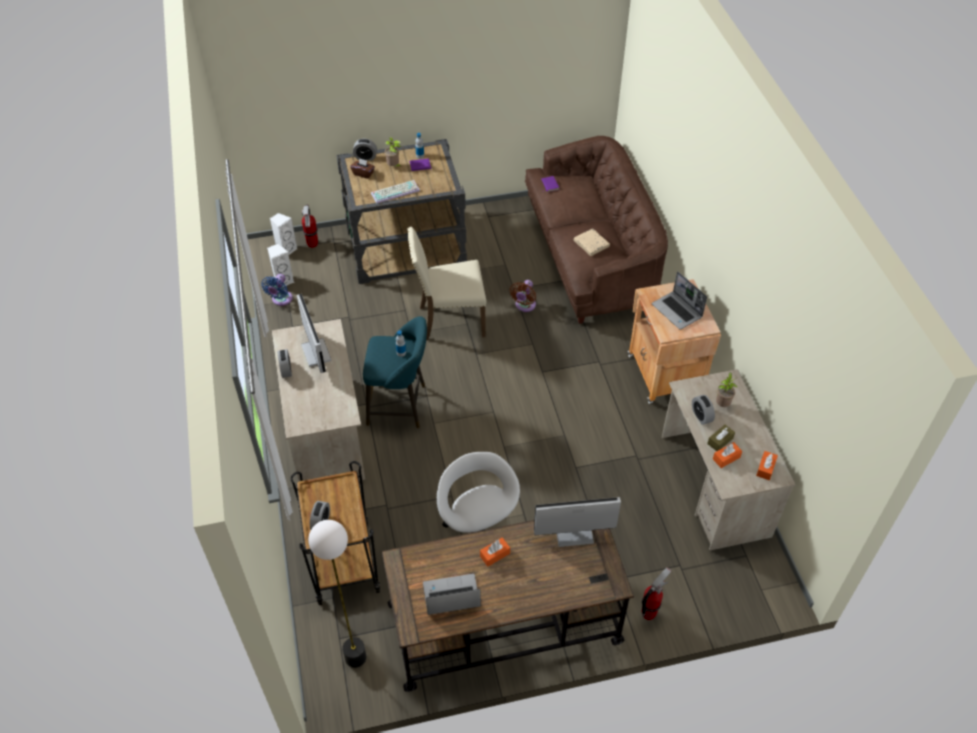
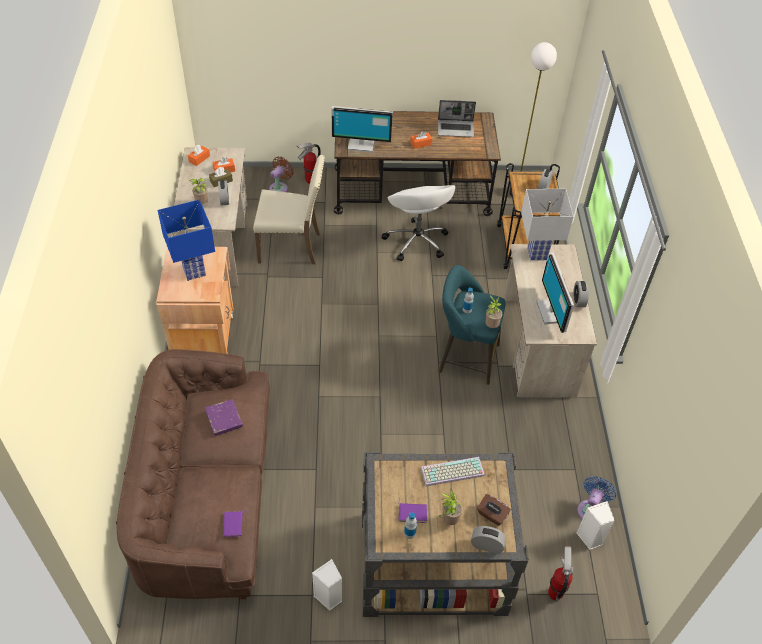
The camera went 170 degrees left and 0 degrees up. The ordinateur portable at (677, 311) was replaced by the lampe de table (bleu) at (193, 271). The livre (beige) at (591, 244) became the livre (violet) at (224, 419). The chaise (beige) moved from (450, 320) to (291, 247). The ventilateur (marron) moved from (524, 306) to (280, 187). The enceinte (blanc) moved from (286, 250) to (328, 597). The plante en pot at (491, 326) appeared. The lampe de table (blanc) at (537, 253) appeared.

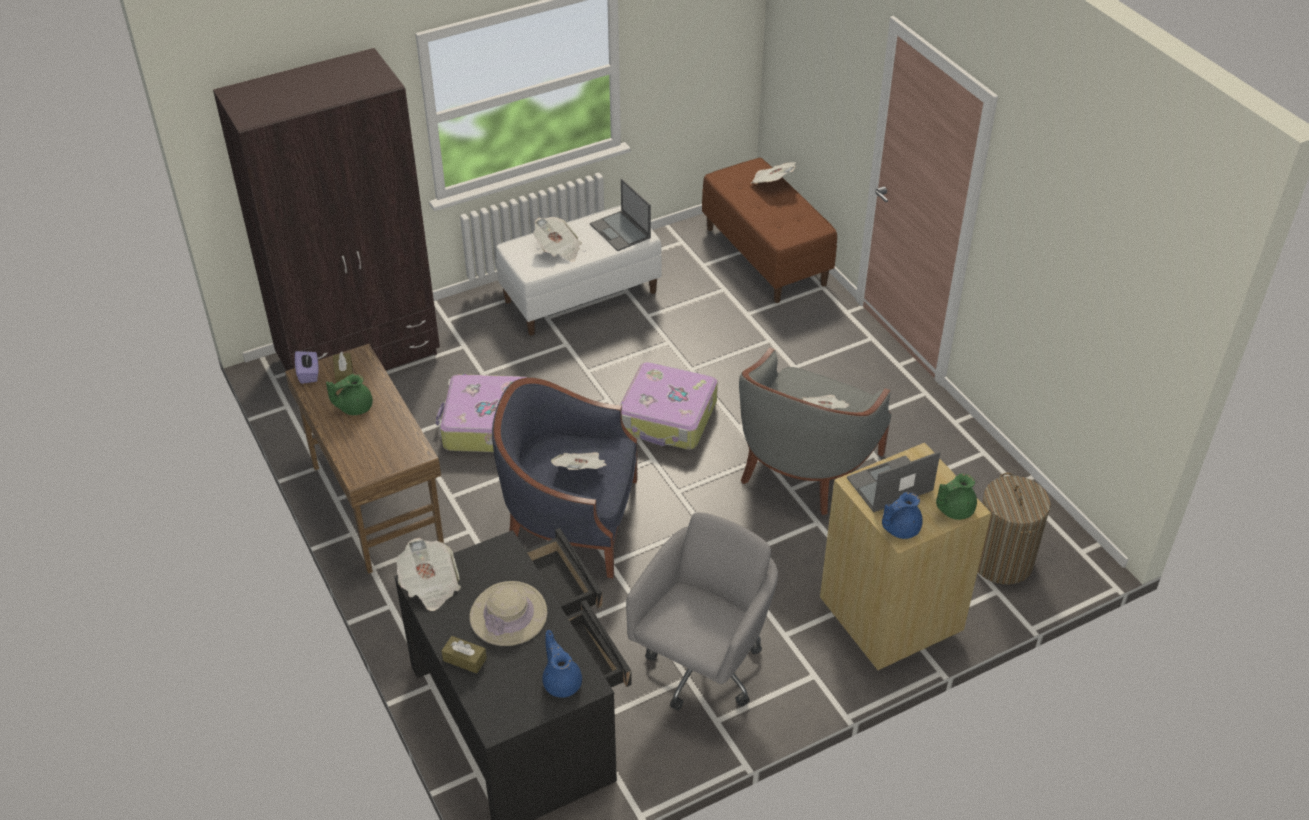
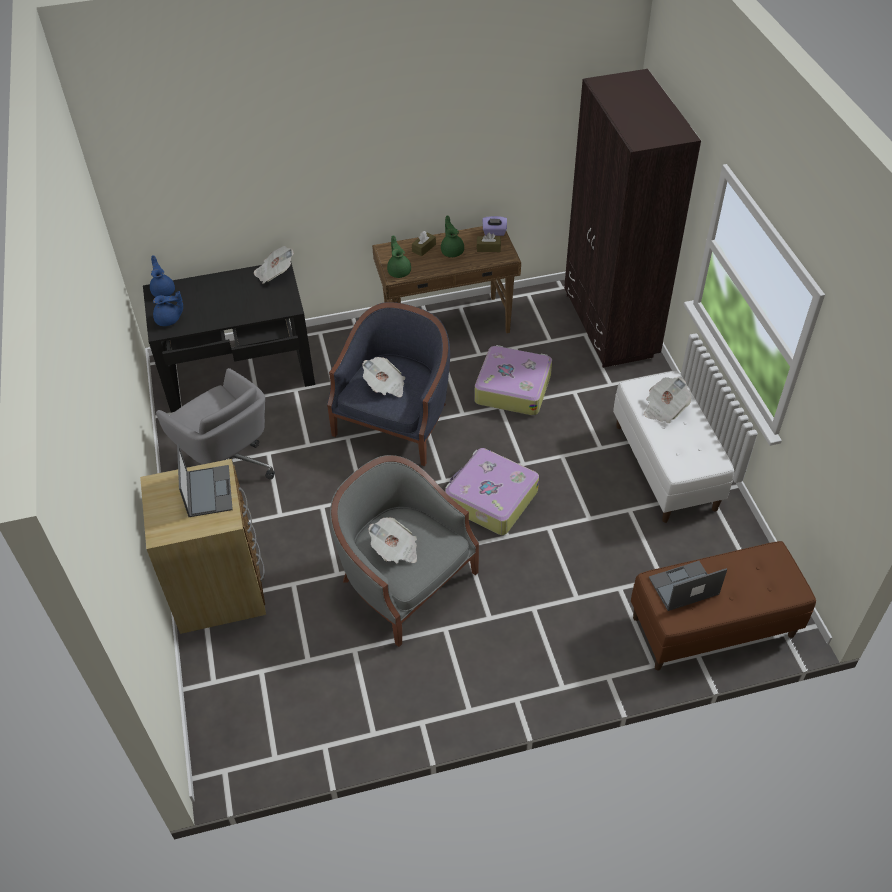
The camera went 105 degrees right and 5 degrees up. The théière (bleu) moved from (899, 528) to (163, 291). The théière (vert) moved from (954, 509) to (399, 271). The boîte à mouchoirs (marron) moved from (464, 659) to (424, 248). The ordinateur portable moved from (620, 231) to (683, 586). The chapeau (beige) at (508, 615) disappeared. The journal at (772, 183) disappeared. The panier à linge at (1001, 561) disappeared.

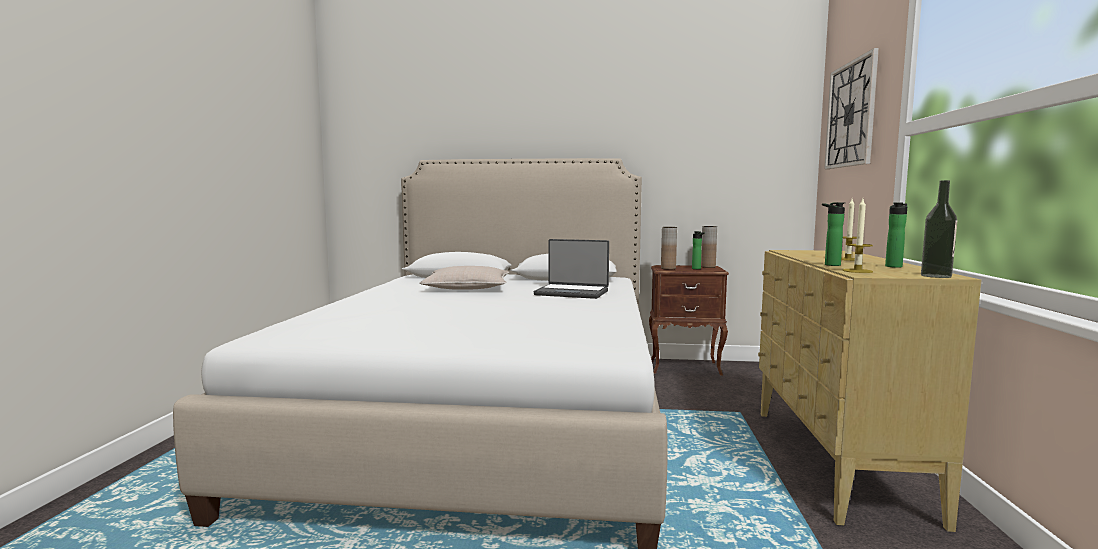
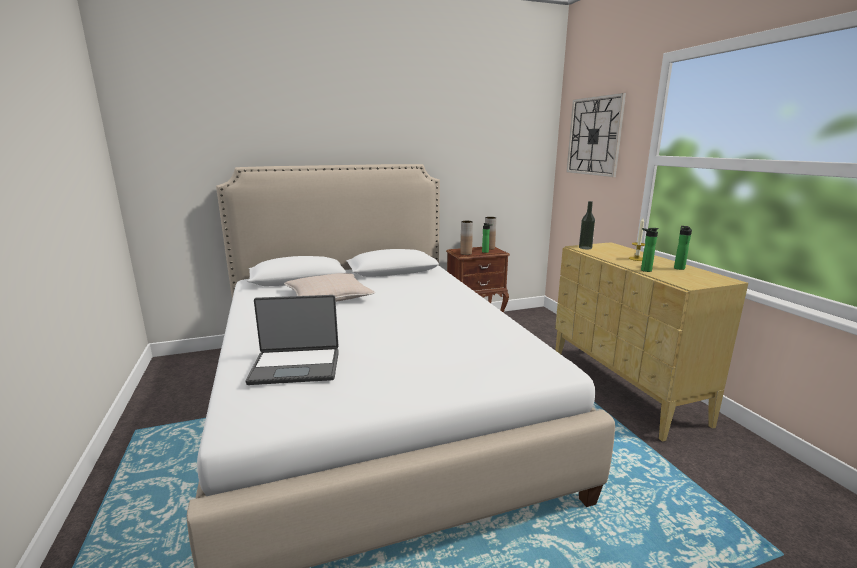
The camera went 25 degrees left and 10 degrees up. The ordinateur portable moved from (572, 293) to (296, 366). The bouteille moved from (936, 276) to (585, 248). The bougie at (857, 271) disappeared.

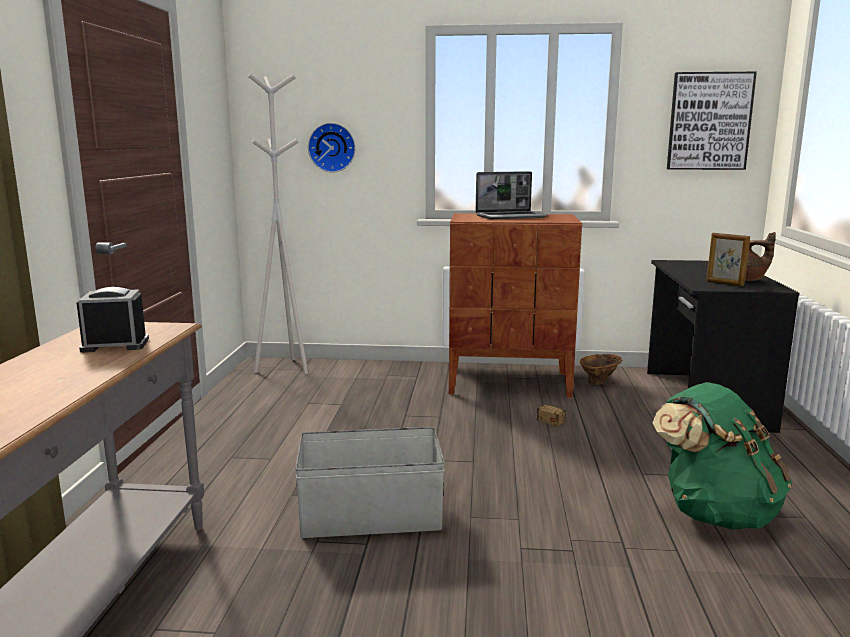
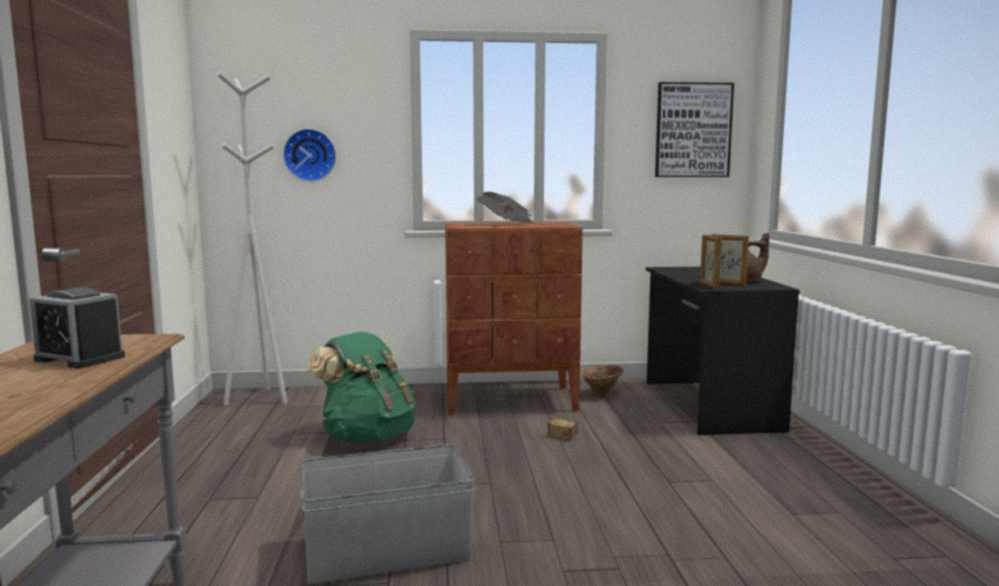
The camera went 10 degrees left and 5 degrees down. The réveil at (115, 345) turned 135 degrees counterclockwise. The sac à dos (vert) moved from (714, 513) to (367, 436). The ordinateur portable at (511, 217) was replaced by the journal at (507, 224). The cadre photo at (709, 286) appeared.

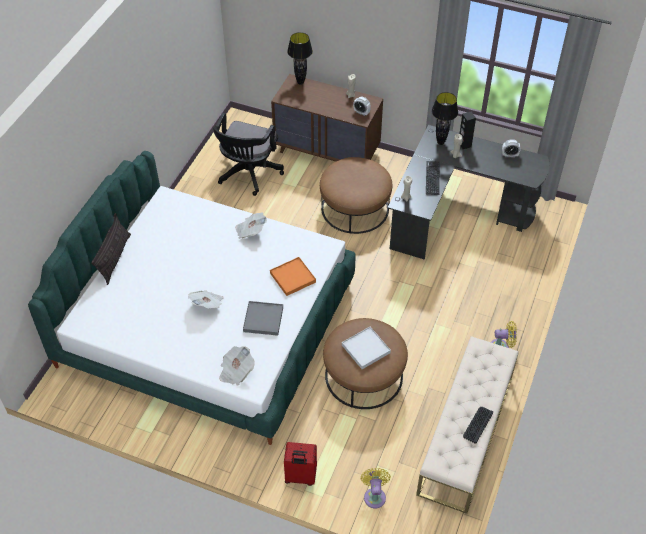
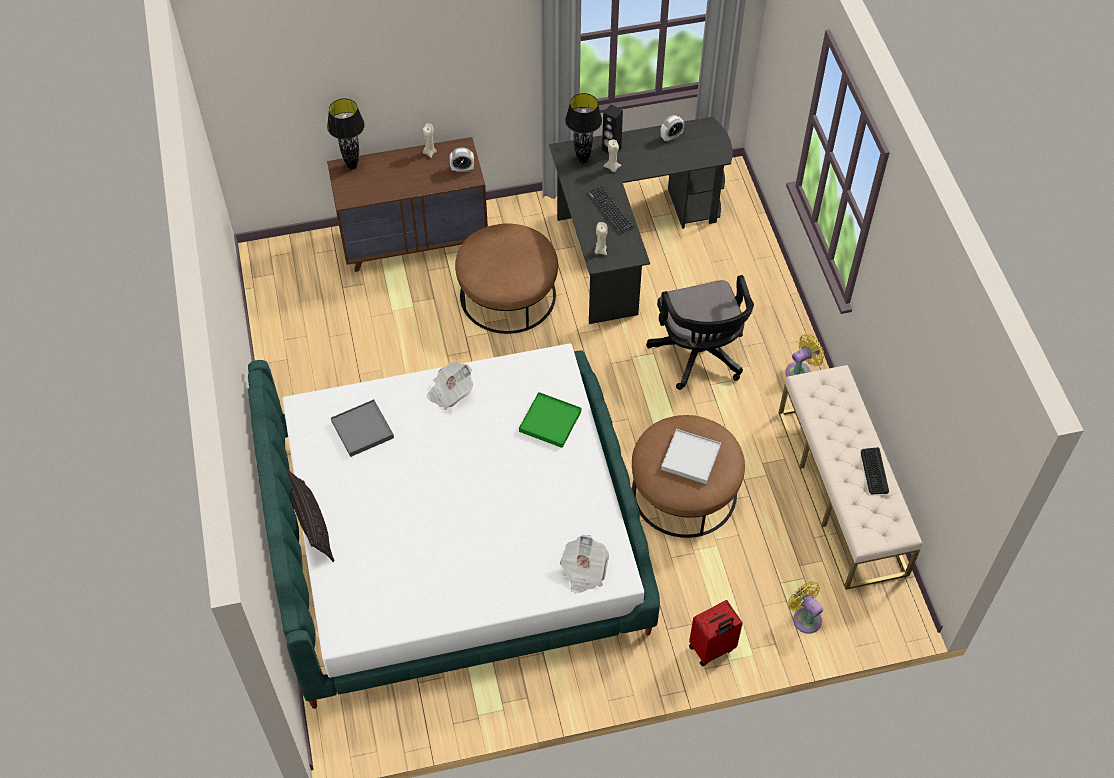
The camera went 35 degrees left and 5 degrees up. The plateau (gris) moved from (263, 319) to (362, 429). The plateau (orange) at (292, 277) became the plateau (vert) at (550, 421). The chaise de bureau (noir) moved from (248, 174) to (699, 356). The journal at (207, 304) disappeared.

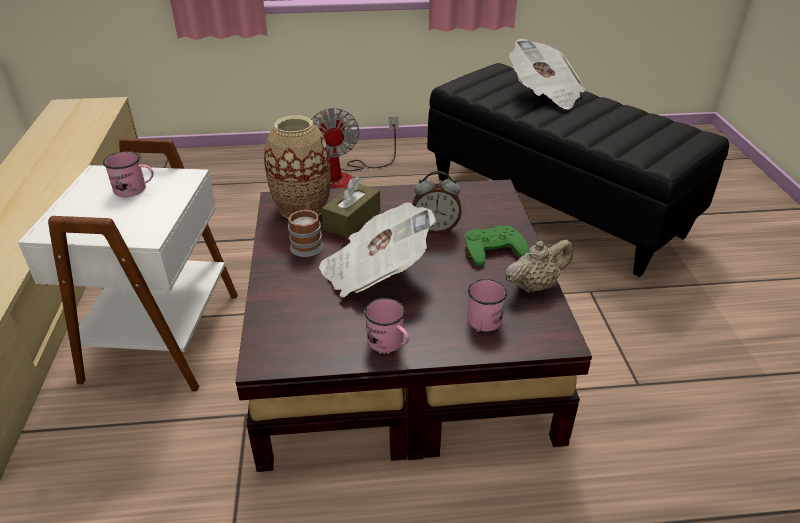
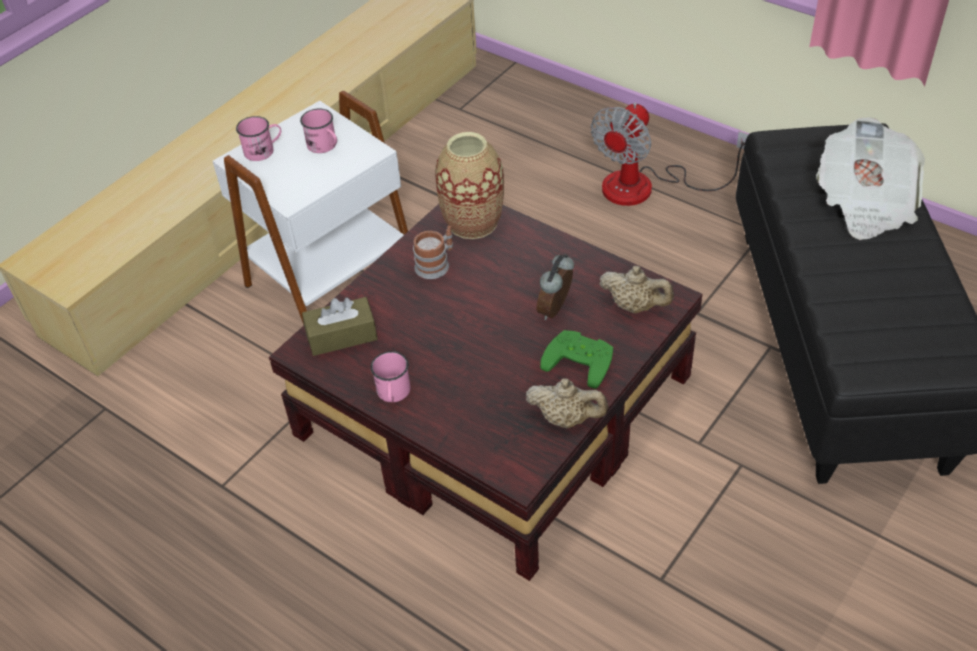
The camera went 45 degrees right and 10 degrees up. The mug (rose) moved from (486, 316) to (264, 150). The boîte à mouchoirs (marron) moved from (352, 220) to (342, 336). The réveil at (435, 228) turned 75 degrees clockwise. The théière (beige) at (635, 306) appeared. The journal at (375, 272) disappeared.

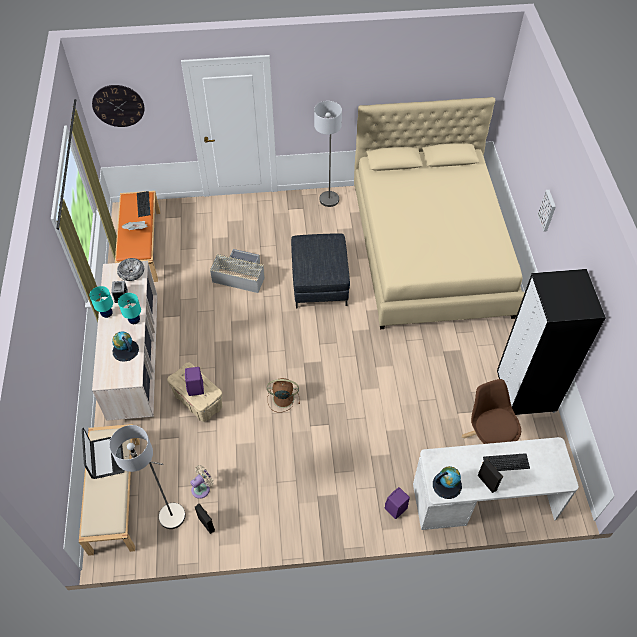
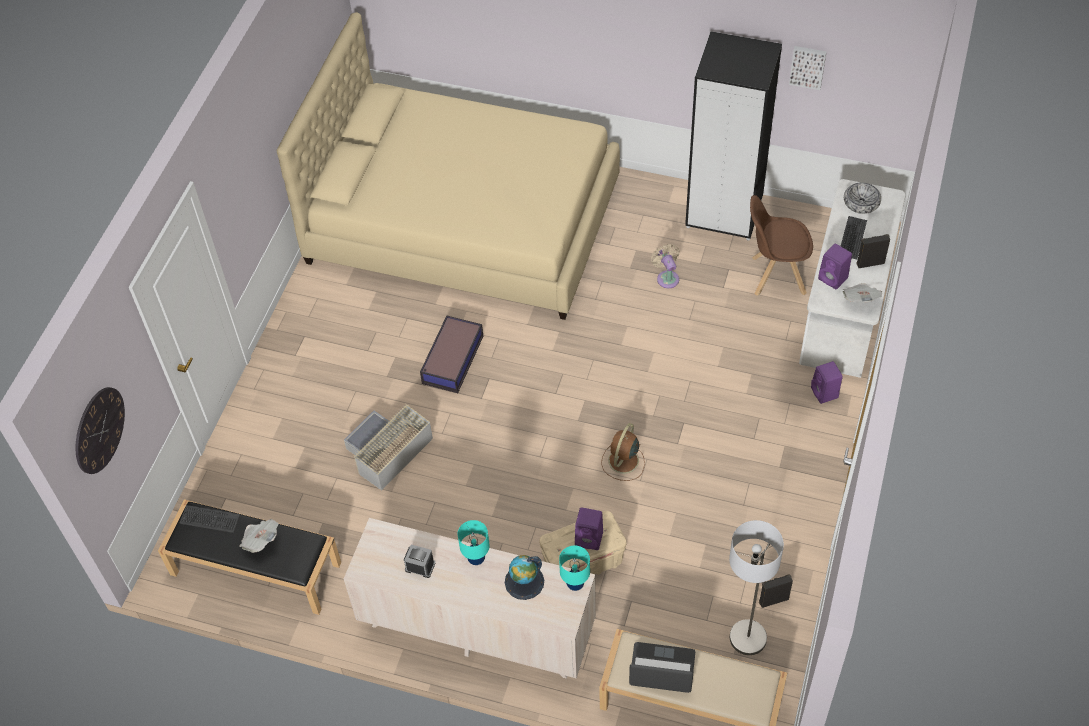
The camera went 65 degrees left and 0 degrees up. The banc (orange) at (141, 246) became the banc (noir) at (254, 569). The pouf (gris) at (319, 282) was replaced by the boîte de rangement at (452, 360). The lampe de table (turquoise) moved from (106, 314) to (574, 584). The ventilateur (beige) moved from (202, 488) to (667, 277). The tableau moved from (548, 210) to (808, 66). The enceinte (violet) at (833, 278) appeared. The globe at (447, 485) was replaced by the journal at (860, 299). The bol moved from (131, 272) to (861, 202). The lampadaire (gris) at (327, 204) disappeared.

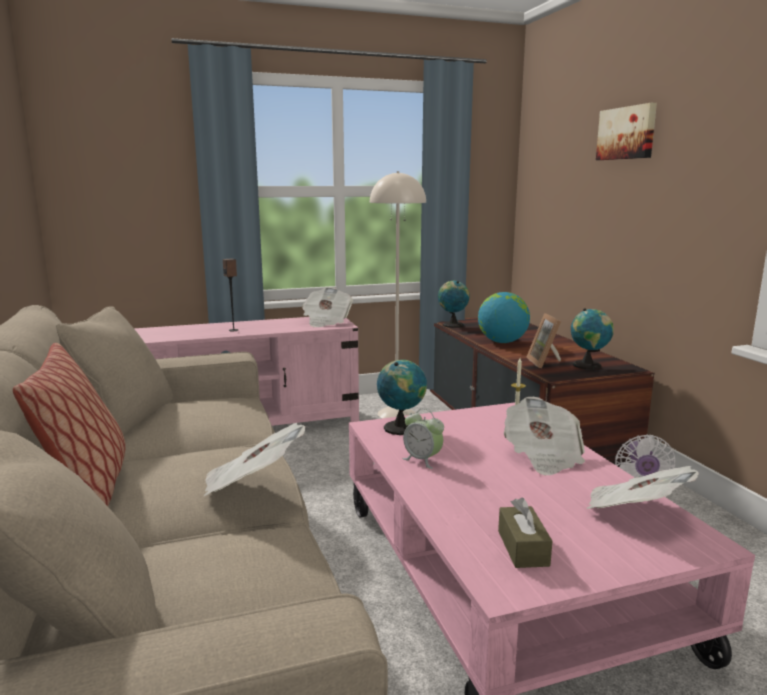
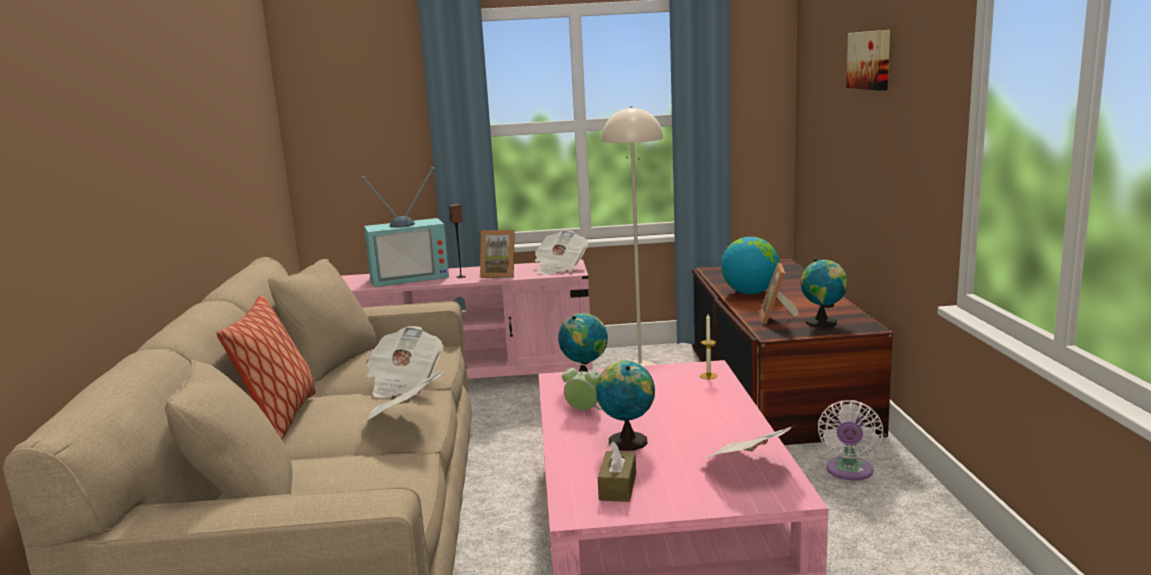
The camera went 15 degrees right and 0 degrees up. The téléviseur at (410, 277) appeared. The journal moved from (542, 456) to (404, 383). The cadre photo at (500, 275) appeared. The réveil at (422, 460) turned 150 degrees clockwise. The globe moved from (452, 325) to (626, 440).

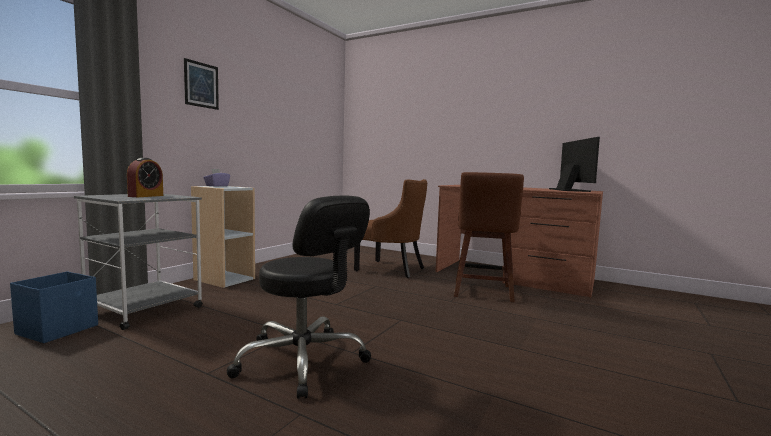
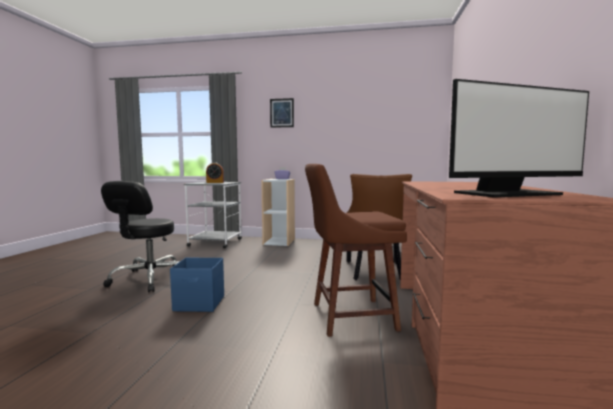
The camera went 70 degrees right and 0 degrees up. The boîte de rangement (bleu) moved from (59, 329) to (200, 303).

